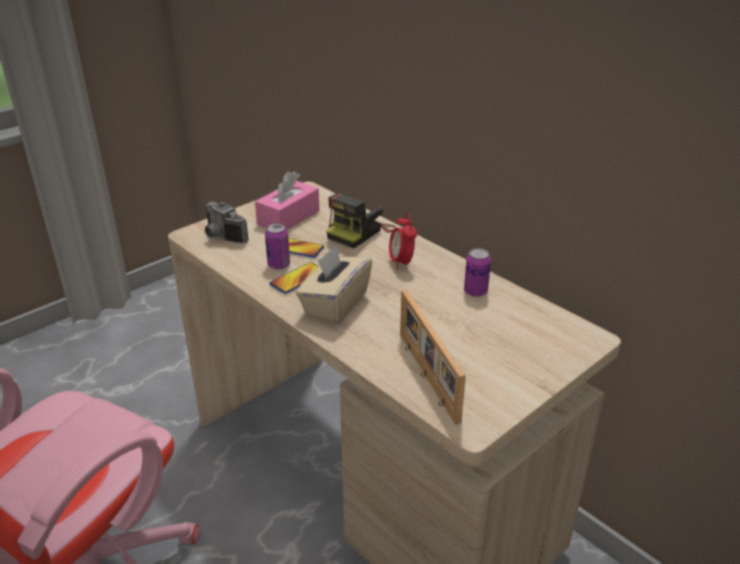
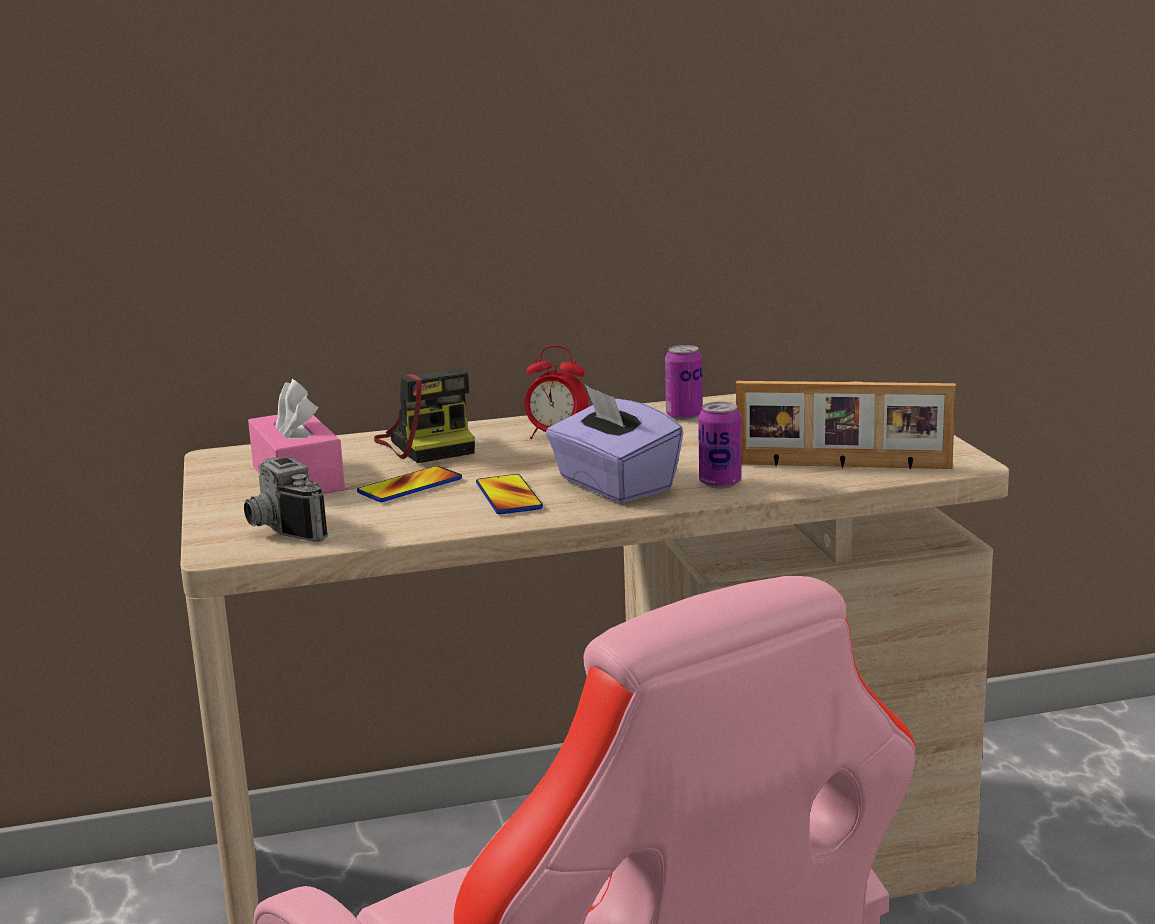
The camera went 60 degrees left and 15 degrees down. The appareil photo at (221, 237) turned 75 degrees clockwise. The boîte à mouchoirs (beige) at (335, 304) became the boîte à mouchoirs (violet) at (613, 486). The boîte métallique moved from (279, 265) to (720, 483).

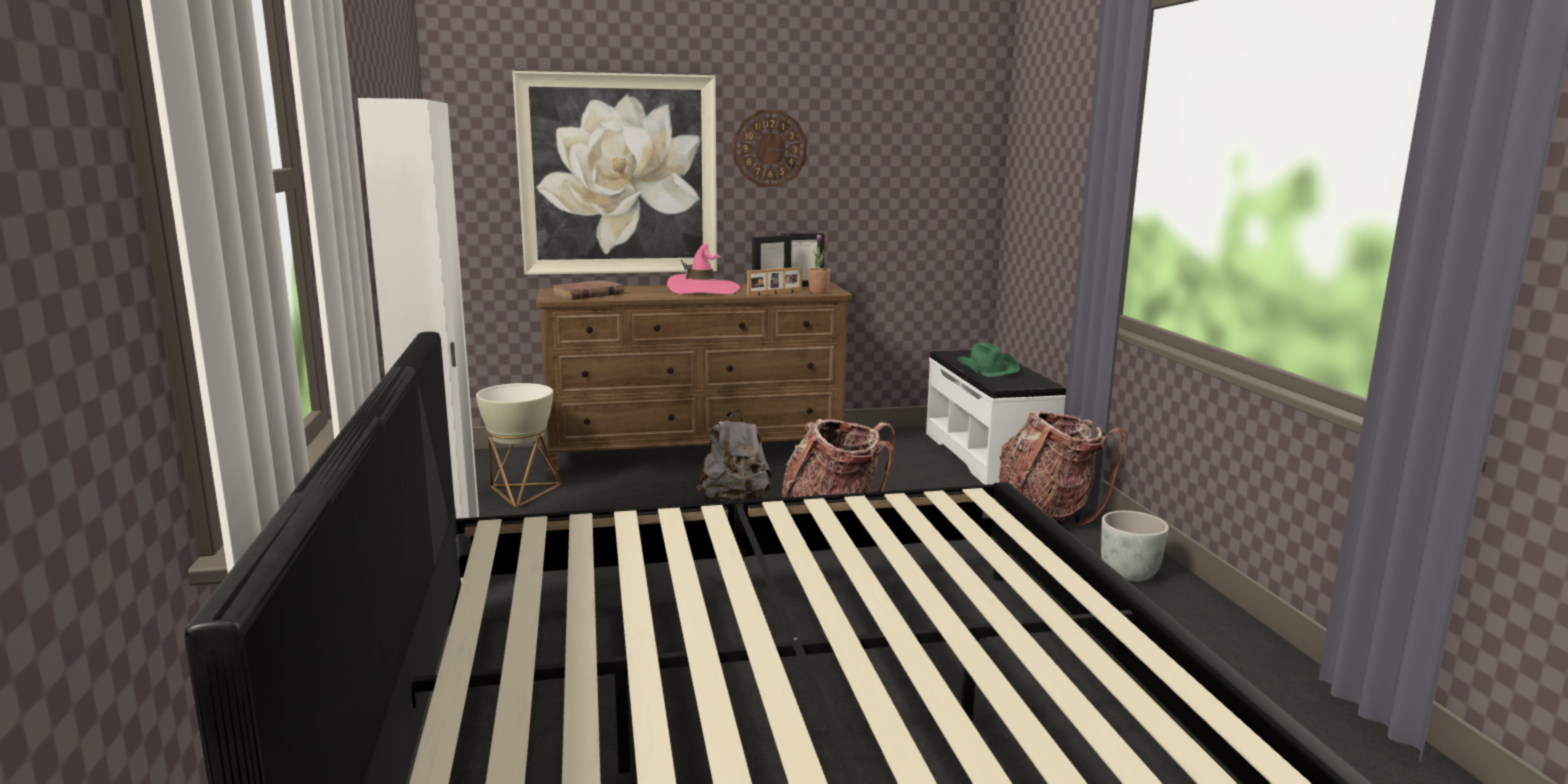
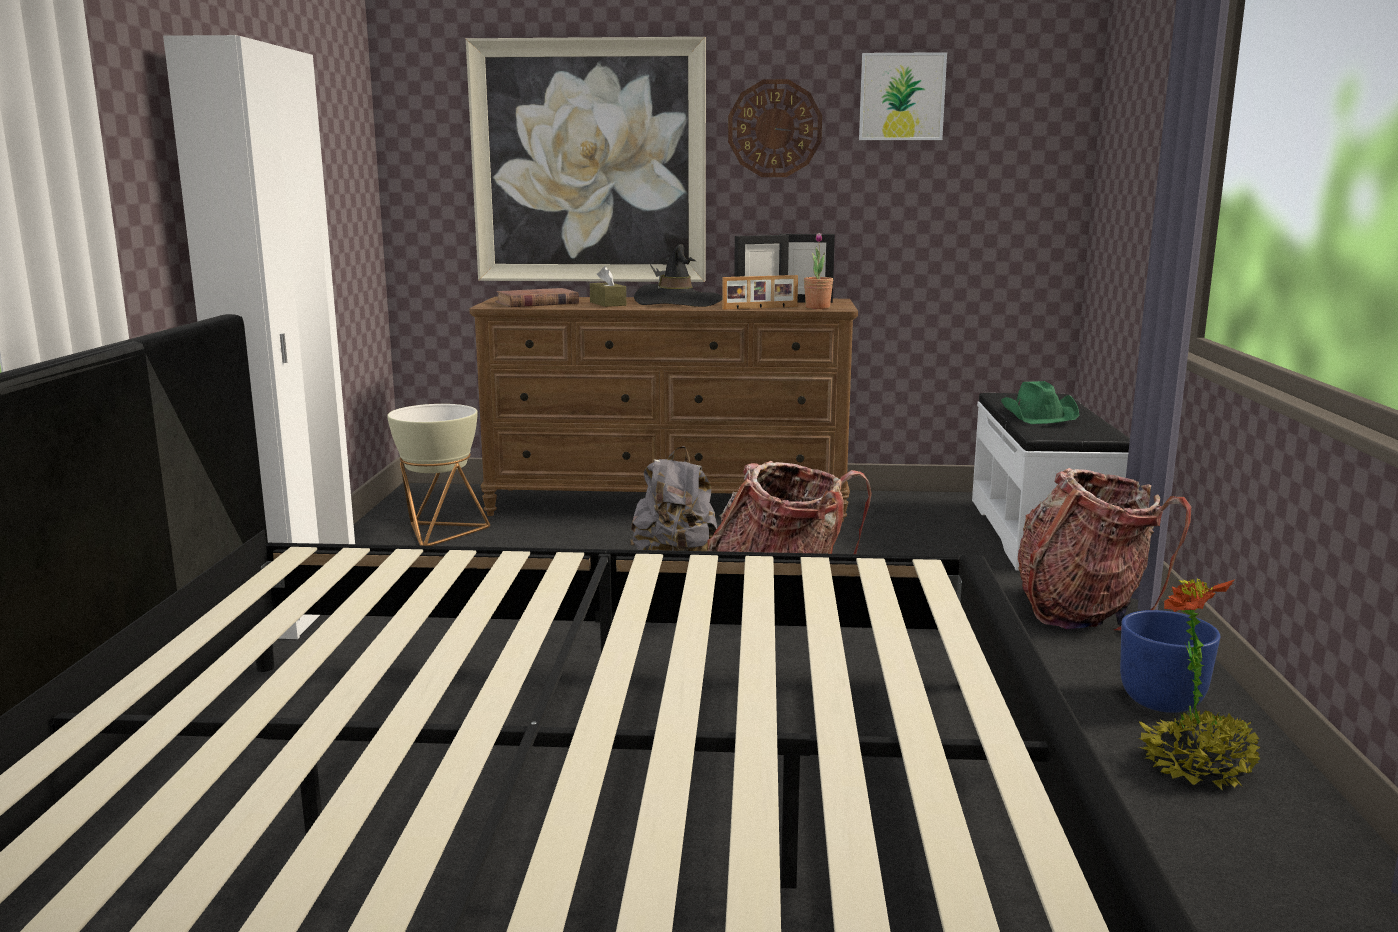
The camera went 15 degrees right and 0 degrees up. The boîte à mouchoirs (marron) at (608, 303) appeared. The chapeau (rose) at (703, 290) became the chapeau (noir) at (678, 302). The tableau at (902, 97) appeared. The cache-pot (gris) at (1129, 574) became the cache-pot (bleu) at (1162, 701). The plante en pot at (1196, 767) appeared.

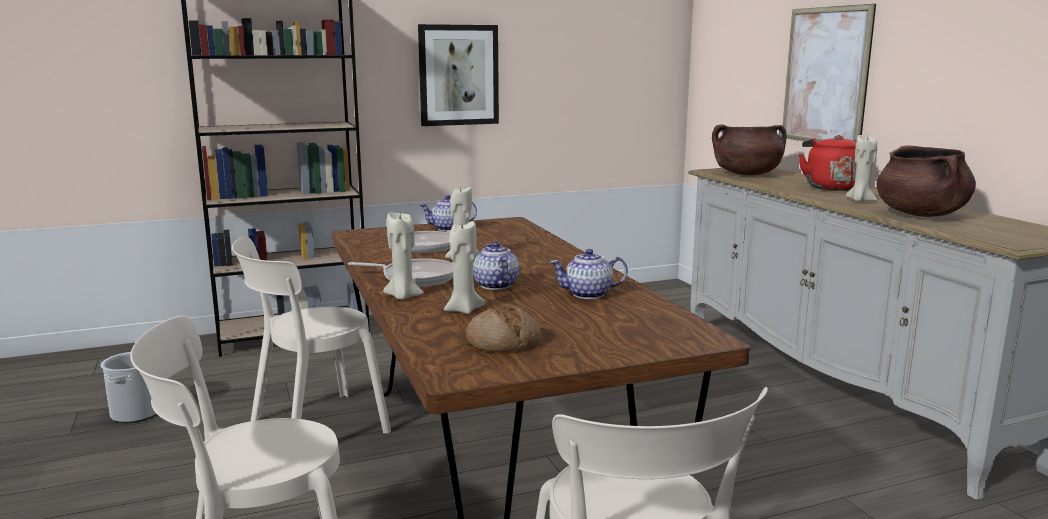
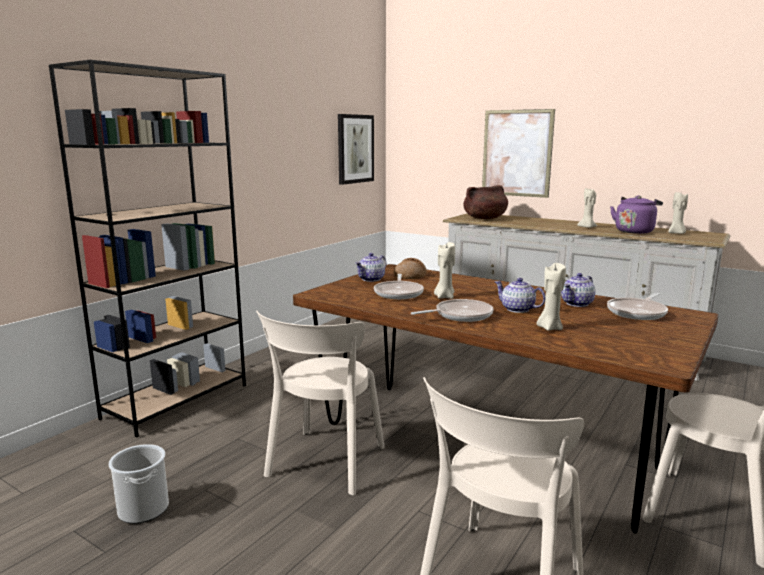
The camera went 35 degrees left and 0 degrees up. The tableau moved from (458, 75) to (355, 149). The pain moved from (503, 342) to (410, 276). The poêle at (638, 312) appeared. The marmite (marron) at (921, 215) was replaced by the bouilloire (violet) at (634, 231). The bougie (beige) moved from (403, 297) to (676, 233). The bouilloire (rouge) at (831, 187) disappeared.

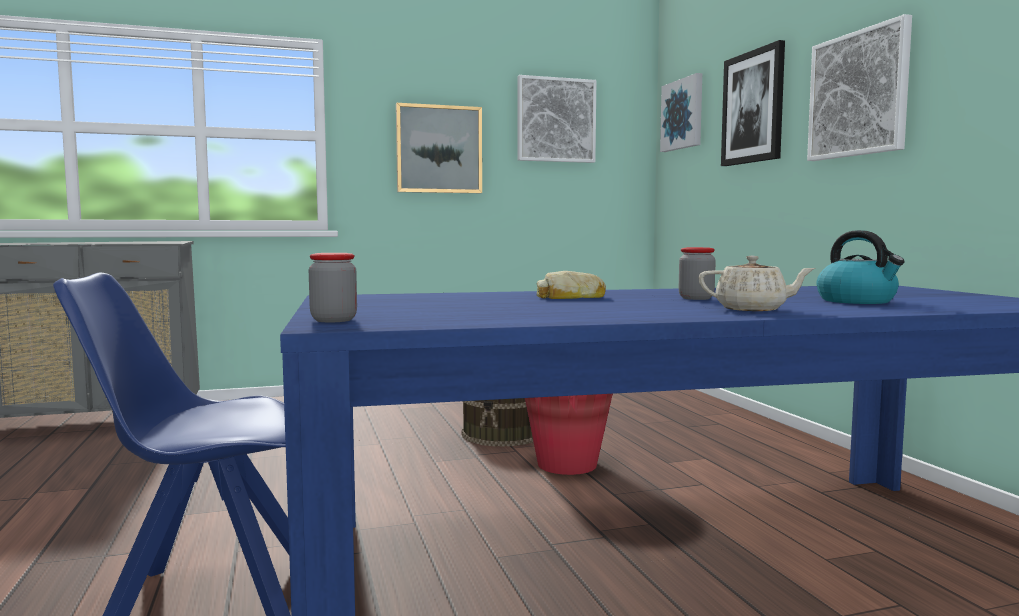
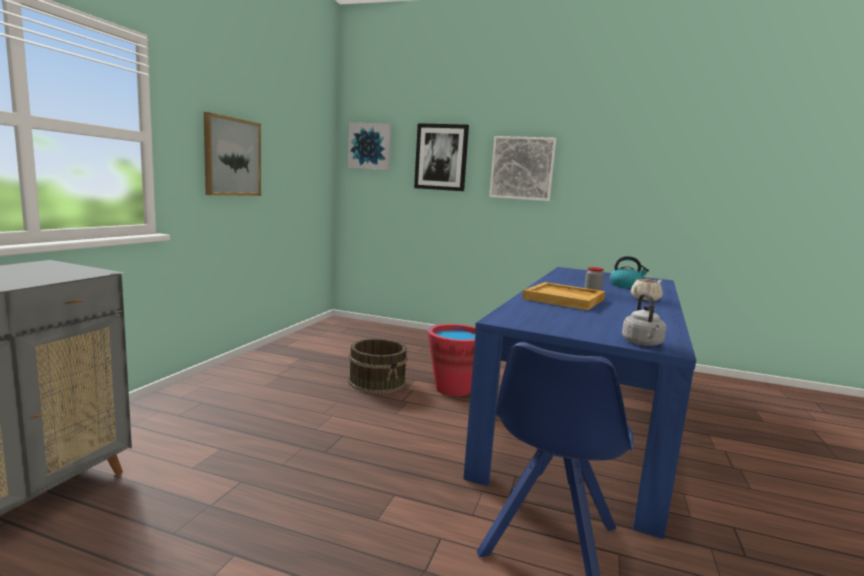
The camera went 55 degrees left and 5 degrees up. The pain at (571, 297) was replaced by the plateau (beige) at (564, 299). The bocal at (333, 320) was replaced by the bouilloire (gris) at (642, 343). The tableau at (556, 120) disappeared.

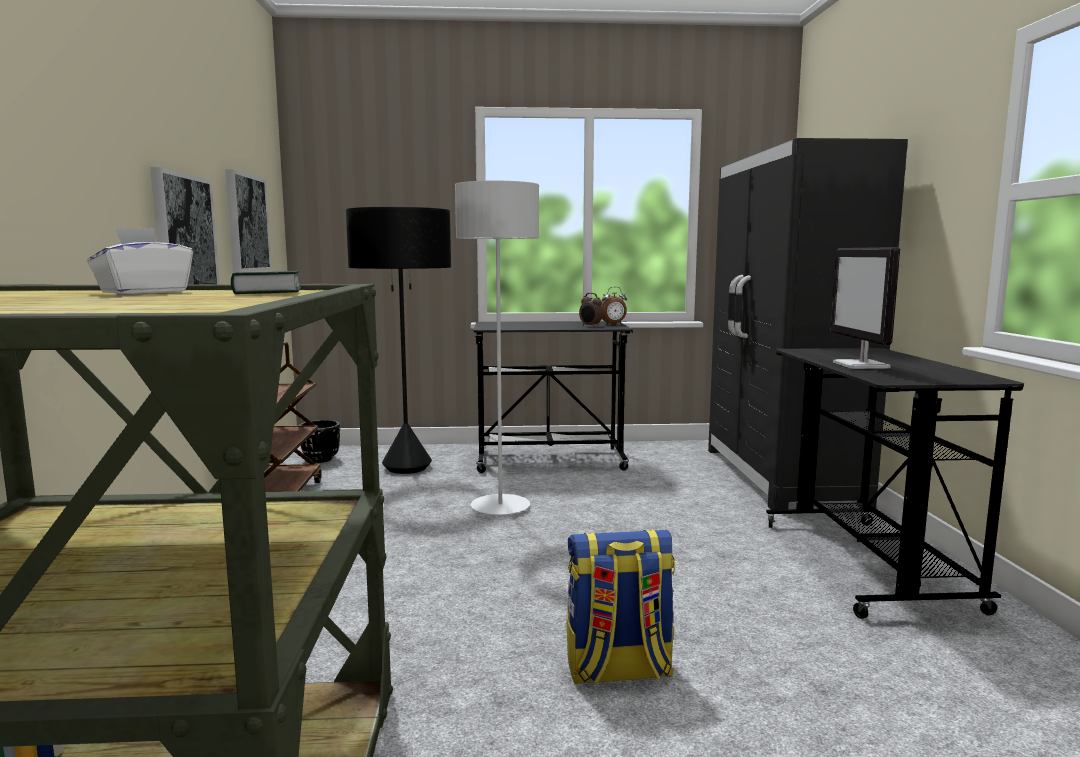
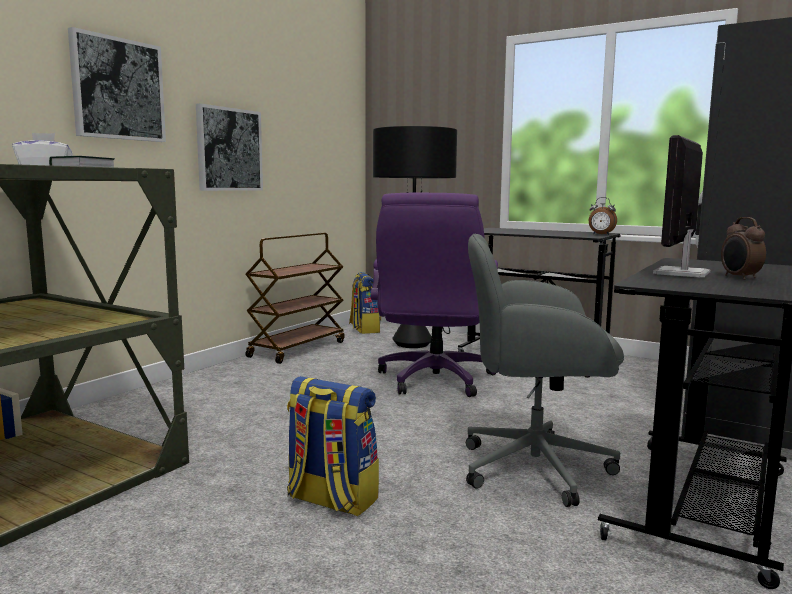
The camera went 35 degrees right and 0 degrees up. The tableau moved from (246, 223) to (118, 89). The cache-pot (noir) at (320, 460) was replaced by the sac à dos at (364, 329). The lampadaire (gris) at (500, 507) was replaced by the chaise de bureau (violet) at (433, 382). The chaise de bureau (gris) at (534, 468) appeared. The réveil moved from (590, 326) to (739, 278).

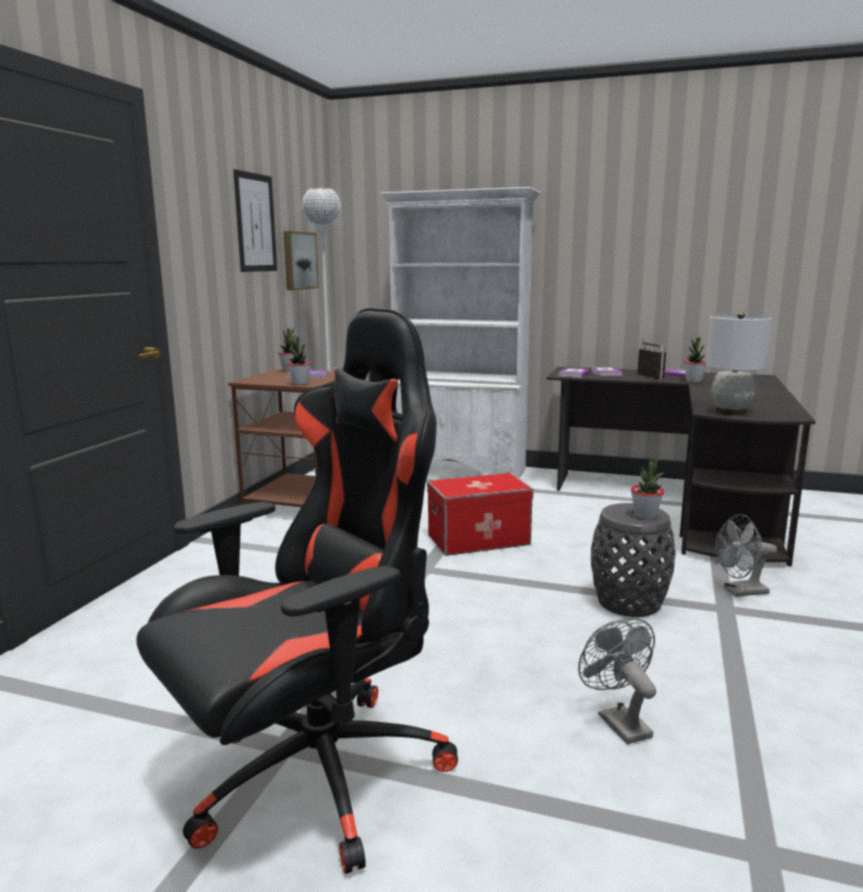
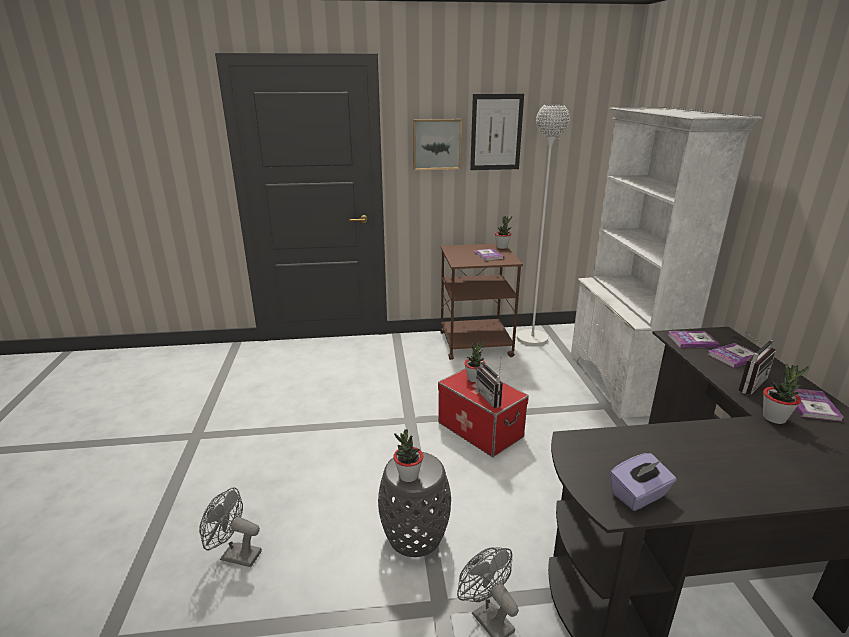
The camera went 65 degrees right and 10 degrees up. The ventilateur (gris) at (618, 721) turned 120 degrees counterclockwise. The tableau moved from (298, 260) to (436, 144). The plante en pot moved from (300, 383) to (474, 379). The radio at (492, 397) appeared. The boîte à mouchoirs (violet) at (639, 495) appeared. The chaise de bureau (noir) at (304, 785) disappeared. The lampe de table (blanc) at (731, 412) disappeared.

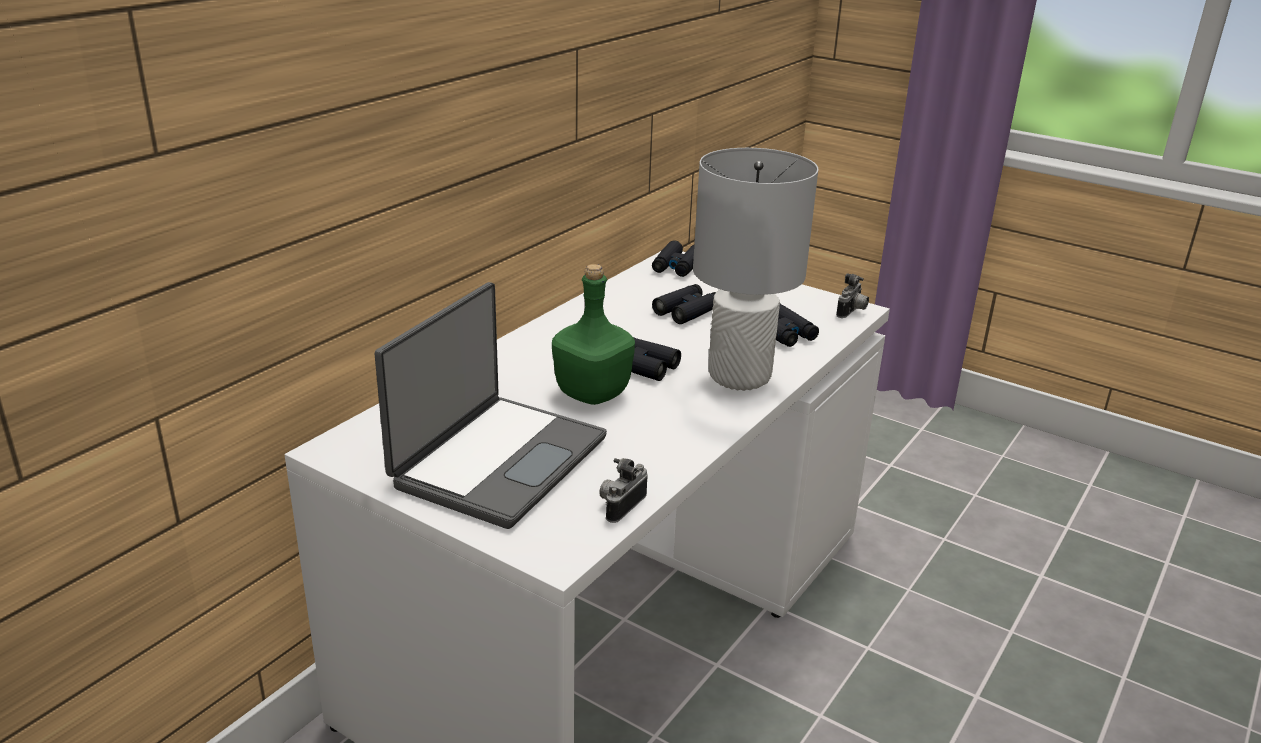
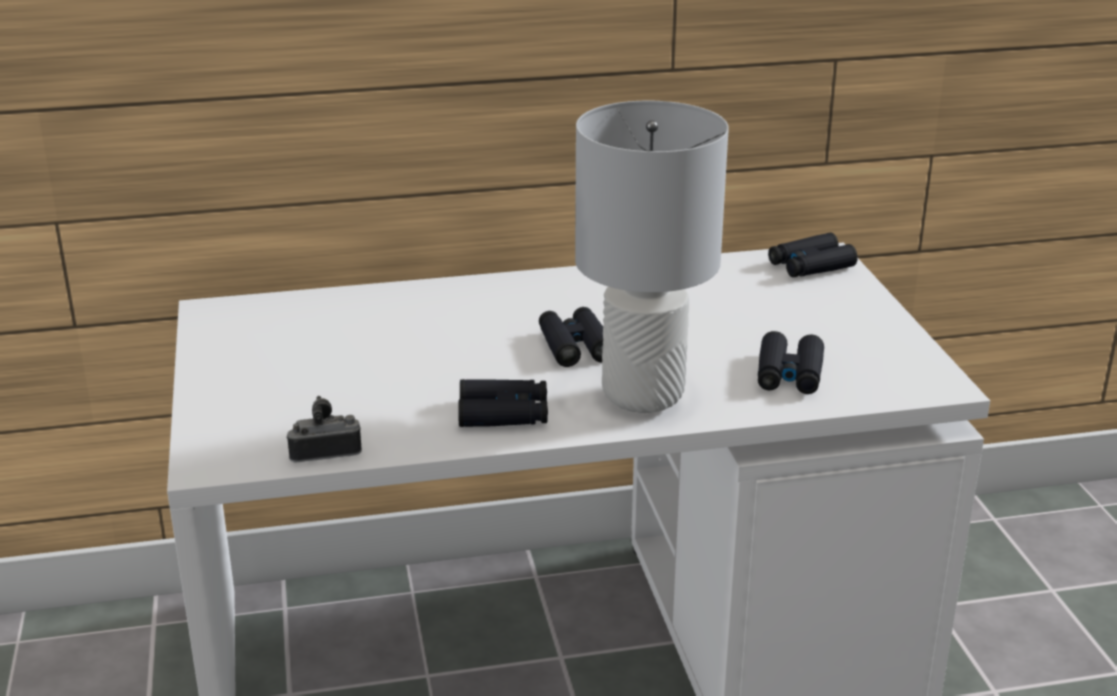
The camera went 45 degrees right and 0 degrees up. The jumelles (noir) moved from (687, 311) to (503, 414). The ordinateur portable at (497, 461) disappeared. The bouteille (vert) at (593, 393) disappeared. The appareil photo at (852, 312) disappeared.

